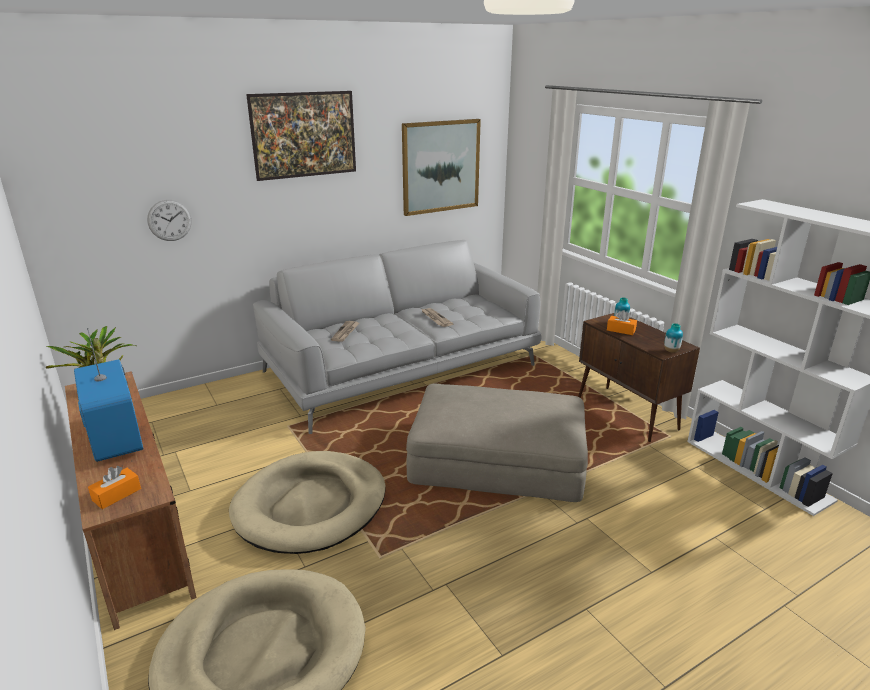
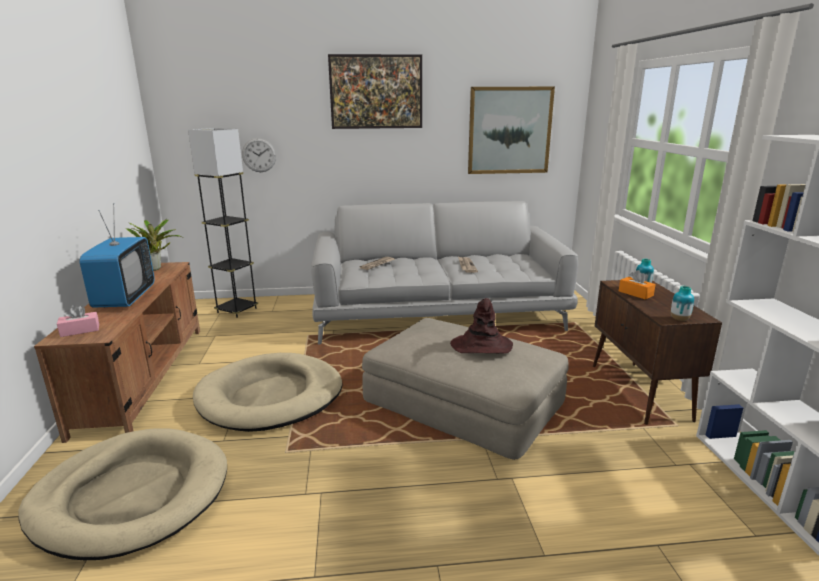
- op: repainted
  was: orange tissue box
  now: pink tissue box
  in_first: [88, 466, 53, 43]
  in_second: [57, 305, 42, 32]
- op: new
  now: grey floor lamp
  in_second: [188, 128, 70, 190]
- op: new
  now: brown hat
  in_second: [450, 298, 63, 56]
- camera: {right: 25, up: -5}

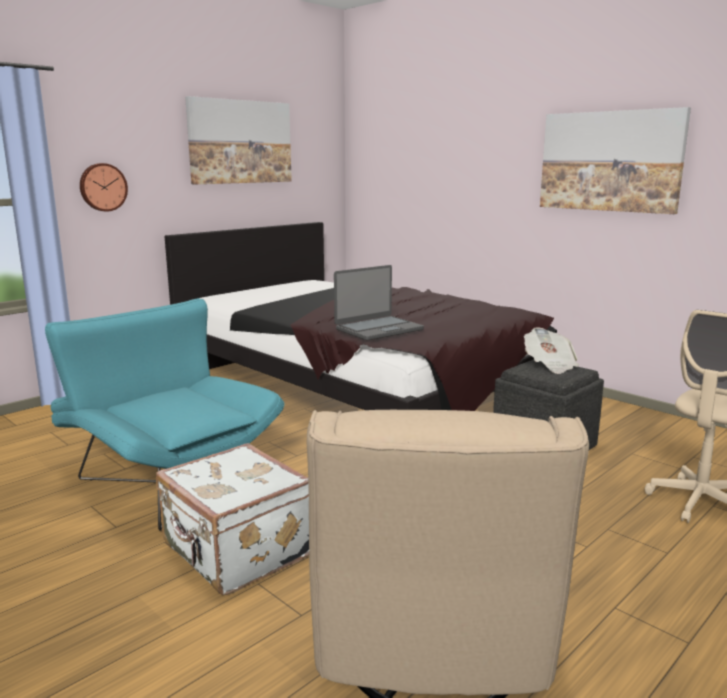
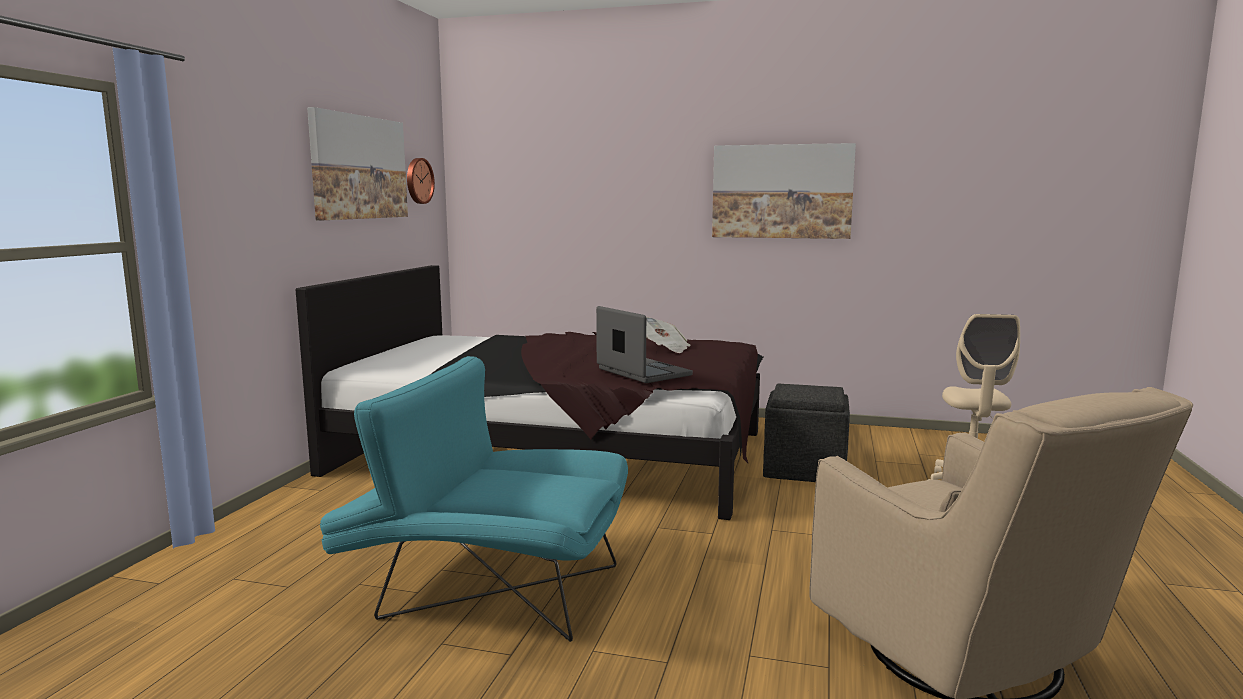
- op: shifted
  was: wall clock
  in_first: [80, 163, 48, 49]
  in_second: [407, 158, 28, 46]
- op: rotated
  was: laptop
  in_first: [334, 265, 90, 75]
  in_second: [596, 306, 97, 77]
  clockwise: -60
- op: shifted
  was: newspaper
  in_first: [524, 327, 55, 47]
  in_second: [646, 317, 44, 36]
- op: gone
  was: white suitcase
  in_first: [156, 443, 153, 152]
- camera: {right: -30, up: -5}

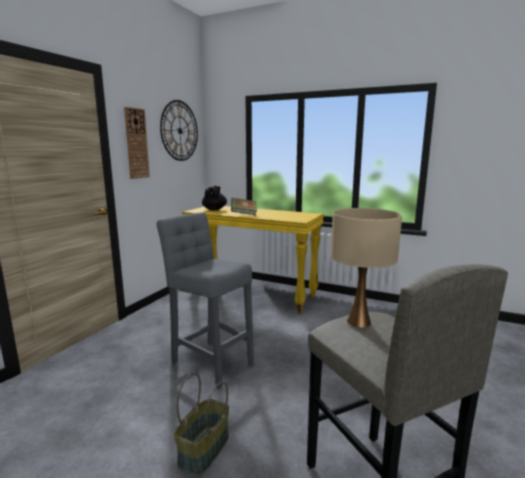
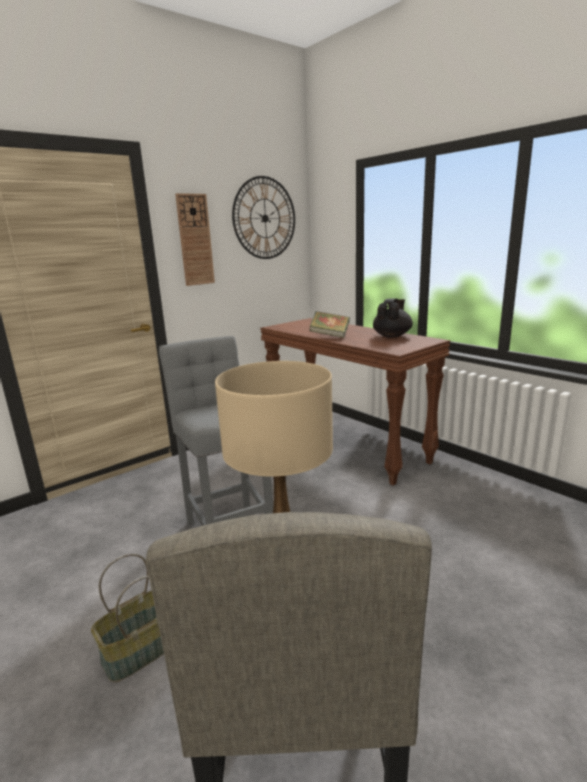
- op: repainted
  was: yellow console table
  now: brown console table
  in_first: [182, 206, 142, 107]
  in_second: [260, 318, 190, 168]
- op: shifted
  was: black teapot
  in_first: [202, 186, 25, 24]
  in_second: [373, 298, 40, 40]
- camera: {right: 25, up: 5}

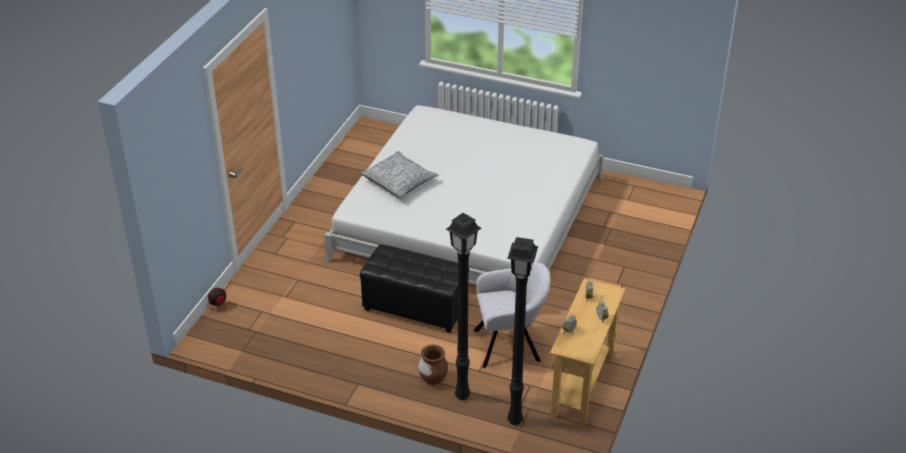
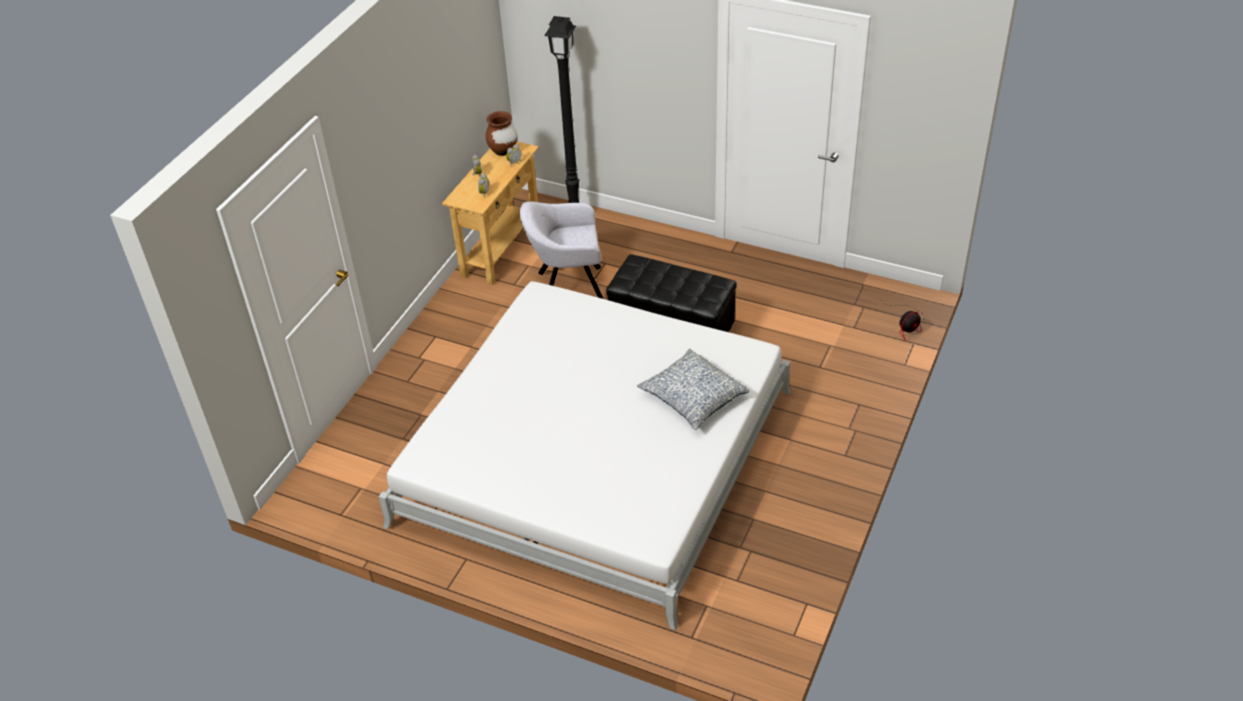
- op: shifted
  was: brown vase
  in_first: [418, 345, 30, 40]
  in_second: [485, 111, 32, 45]
- op: gone
  was: black floor lamp
  in_first: [446, 213, 35, 187]
- camera: {right: -175, up: 5}

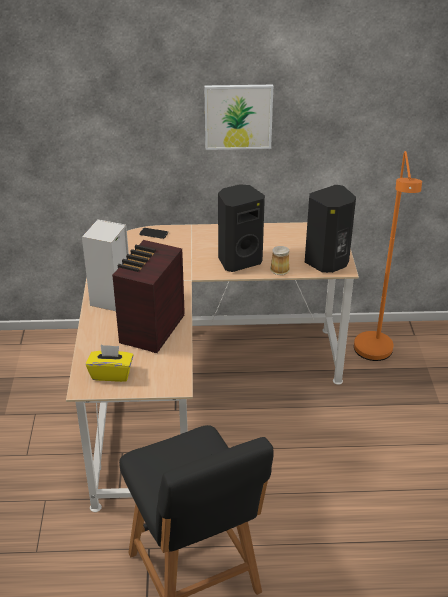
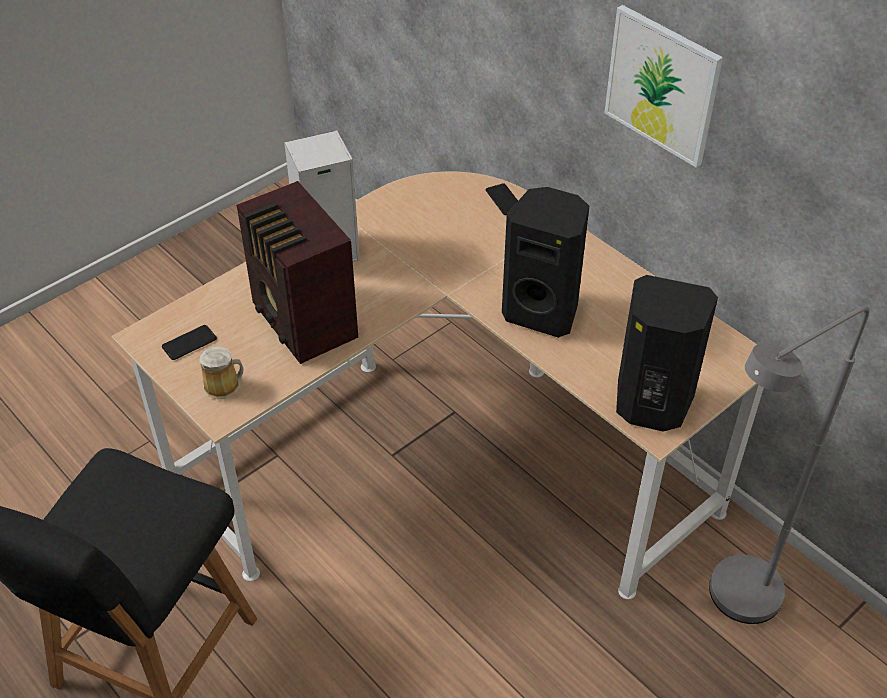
- op: swapped
  was: yellow tissue box
  now: phone
  in_first: [86, 345, 47, 37]
  in_second: [162, 325, 55, 35]
- op: shifted
  was: mug
  in_first: [270, 246, 20, 29]
  in_second: [199, 346, 45, 53]
- op: rotated
  was: radio
  in_first: [112, 240, 73, 113]
  in_second: [236, 181, 122, 183]
  clockwise: -105
- op: repainted
  was: orange floor lamp
  now: grey floor lamp
  in_first: [354, 151, 68, 210]
  in_second: [709, 306, 161, 318]
- camera: {right: 50, up: 10}

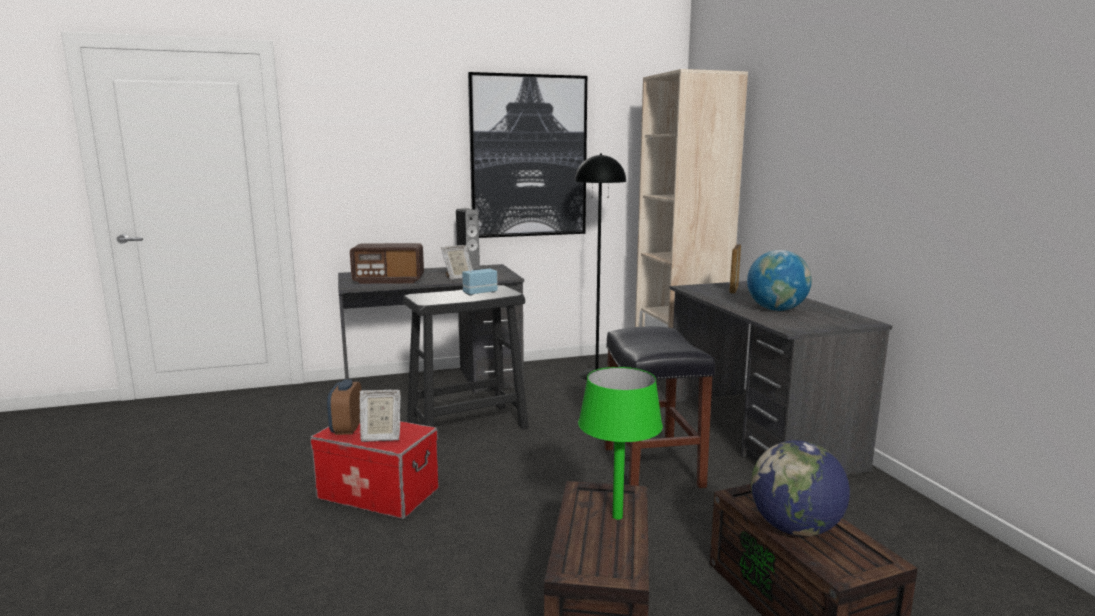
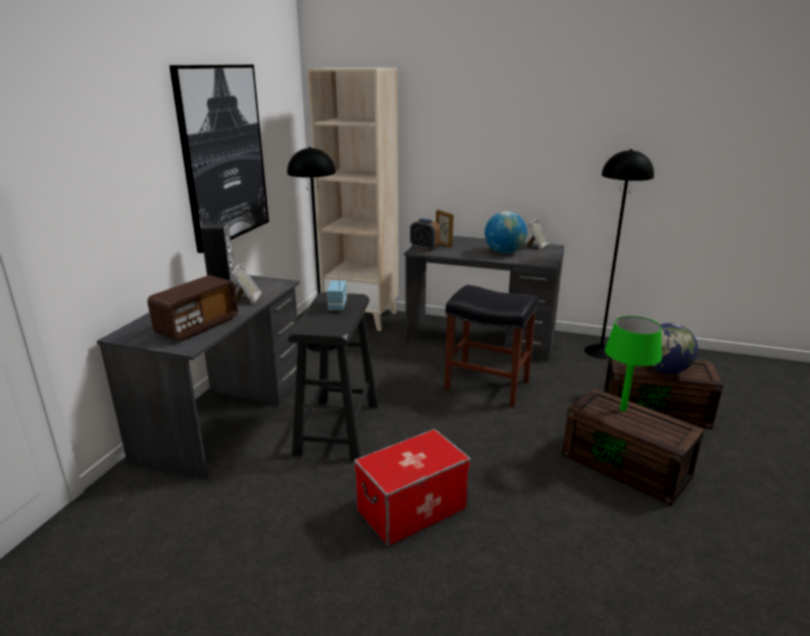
- op: shifted
  was: alarm clock
  in_first: [327, 380, 35, 55]
  in_second: [410, 219, 30, 32]
- op: shifted
  was: picture frame
  in_first: [359, 390, 42, 52]
  in_second: [527, 218, 21, 32]
- op: new
  now: black floor lamp
  in_second: [584, 149, 70, 210]
- camera: {right: -55, up: 10}

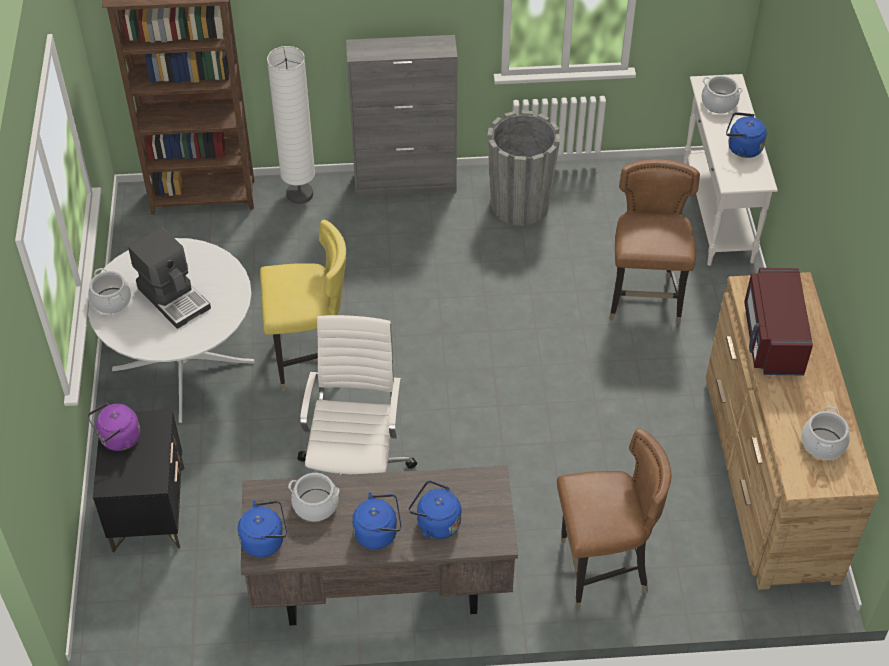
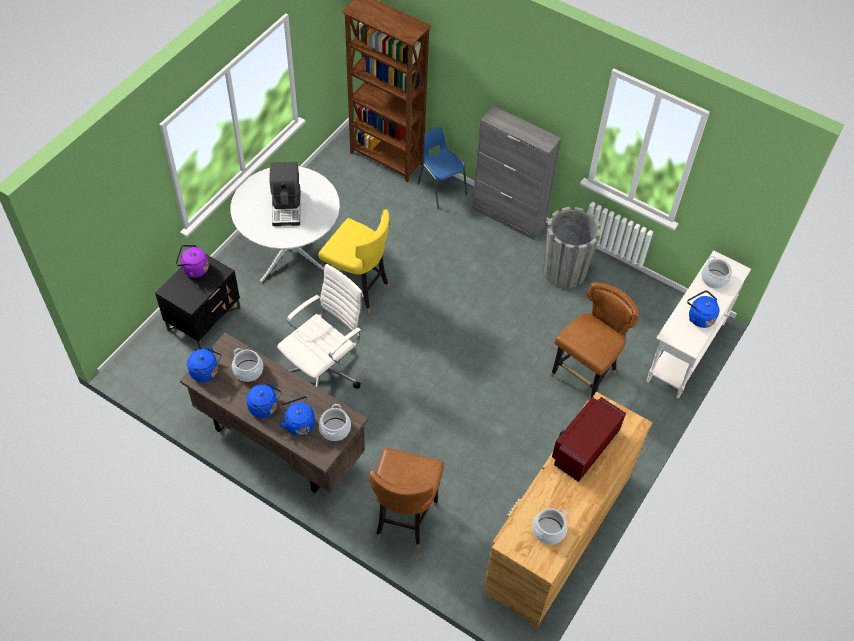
- op: shifted
  was: cooking pot
  in_first: [88, 268, 43, 46]
  in_second: [319, 404, 32, 37]
- op: rotated
  was: brown chair
  in_first: [557, 428, 115, 182]
  in_second: [369, 448, 75, 102]
  clockwise: 75
- op: swapped
  was: white floor lamp
  now: blue chair
  in_first: [267, 46, 48, 158]
  in_second: [417, 127, 51, 82]
- camera: {right: 35, up: 5}

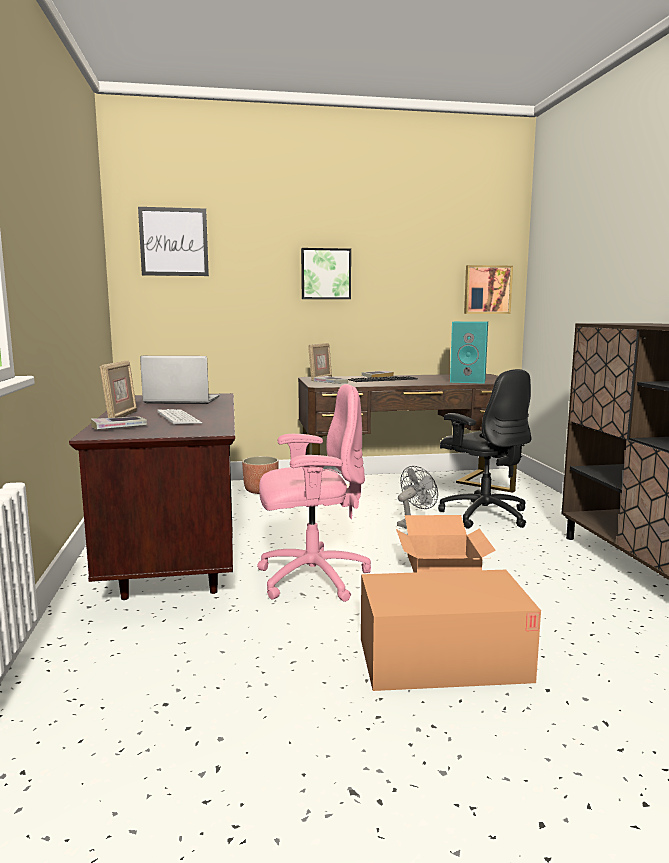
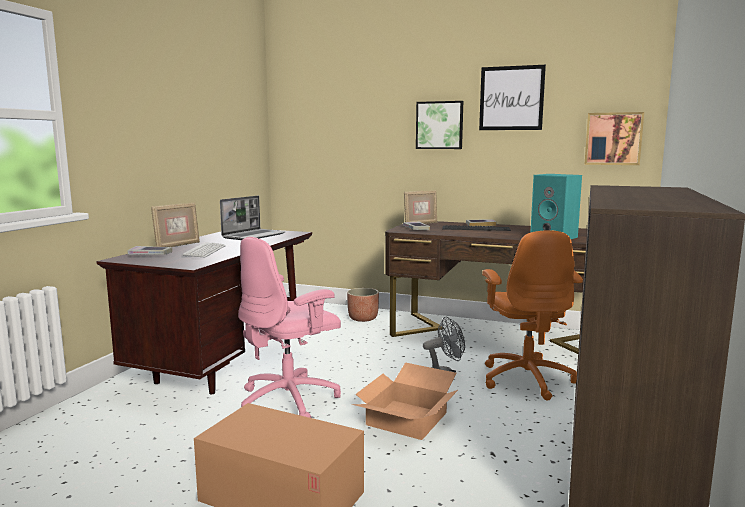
- op: rotated
  was: laptop
  in_first: [140, 356, 80, 48]
  in_second: [220, 196, 65, 44]
  clockwise: 90
- op: rotated
  was: pink office chair
  in_first: [257, 384, 114, 218]
  in_second: [238, 237, 103, 181]
  clockwise: 120
- op: shifted
  was: picture
  in_first: [138, 207, 71, 69]
  in_second: [479, 65, 67, 65]
- op: repainted
  was: black office chair
  now: orange office chair
  in_first: [438, 369, 93, 160]
  in_second: [482, 230, 101, 171]
- camera: {right: 30, up: 0}

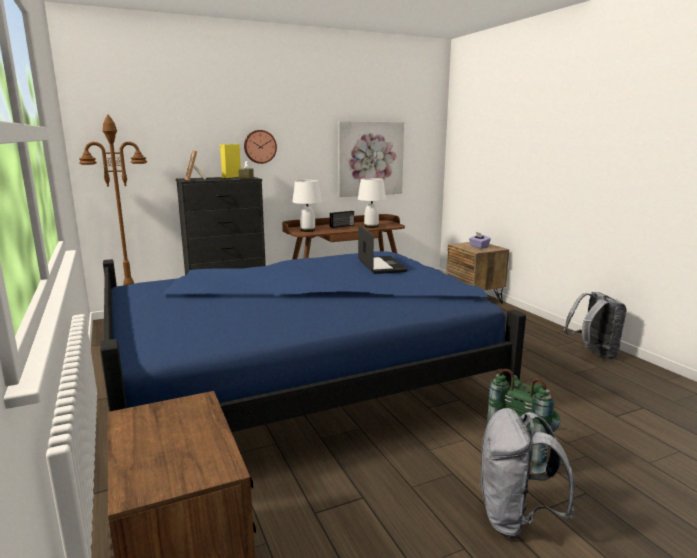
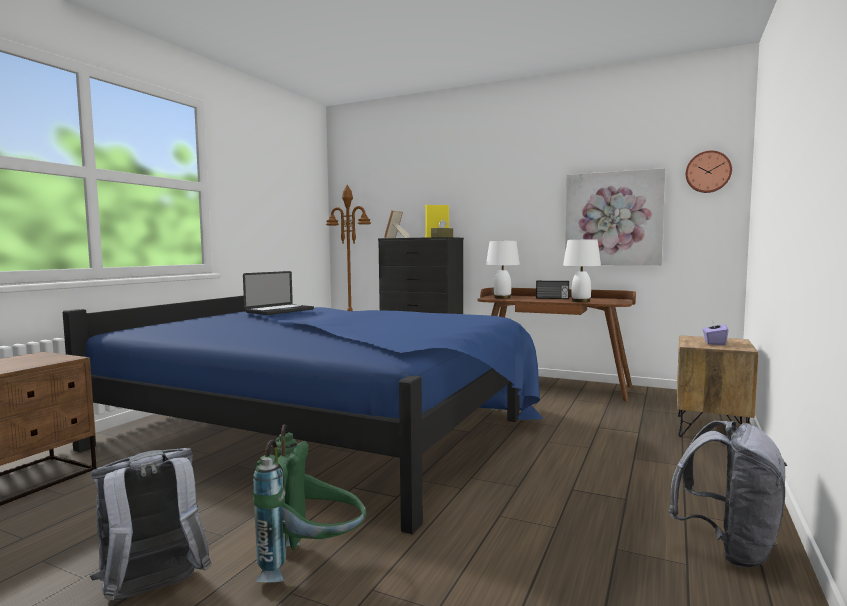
- op: shifted
  was: laptop
  in_first: [358, 225, 50, 49]
  in_second: [243, 271, 71, 44]
- op: shifted
  was: wall clock
  in_first: [244, 130, 33, 34]
  in_second: [686, 150, 46, 43]
- camera: {right: 50, up: -10}

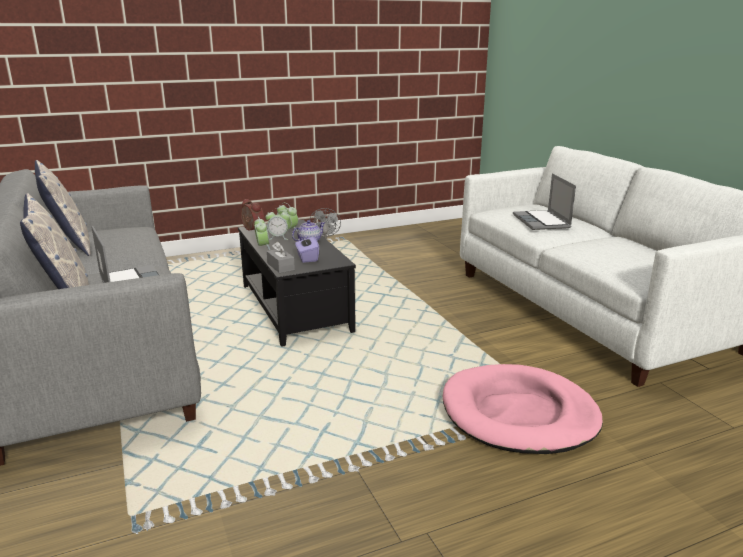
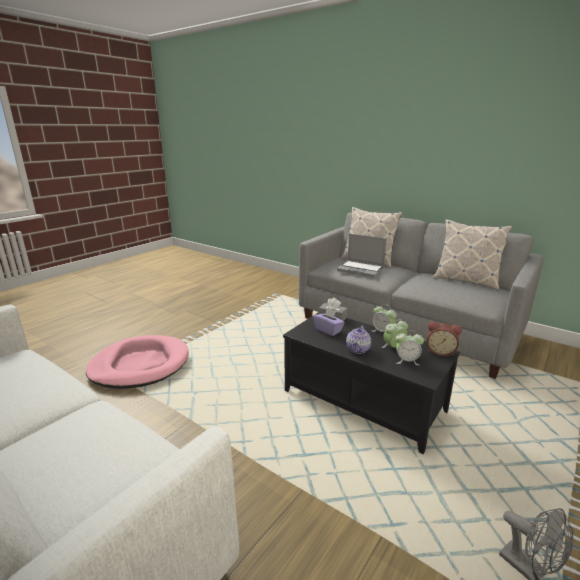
- op: gone
  was: laptop
  in_first: [513, 173, 63, 57]
- camera: {right: 150, up: 0}

